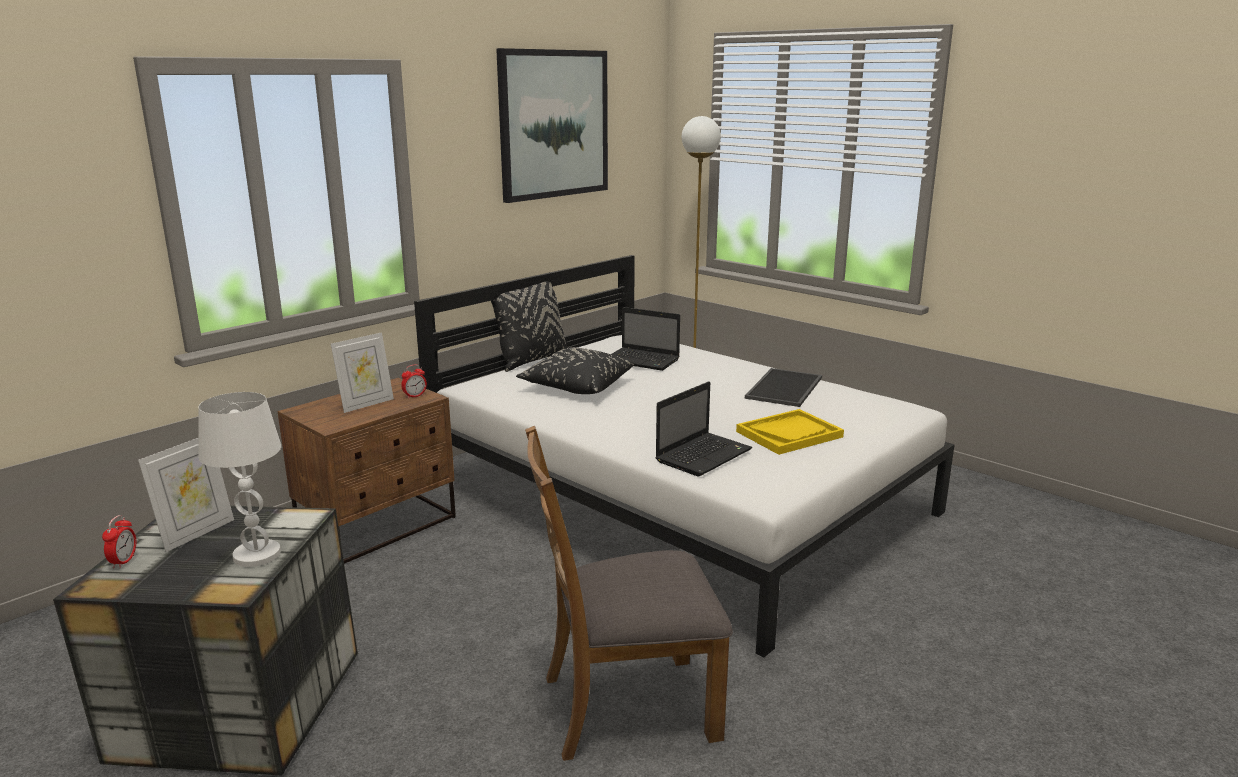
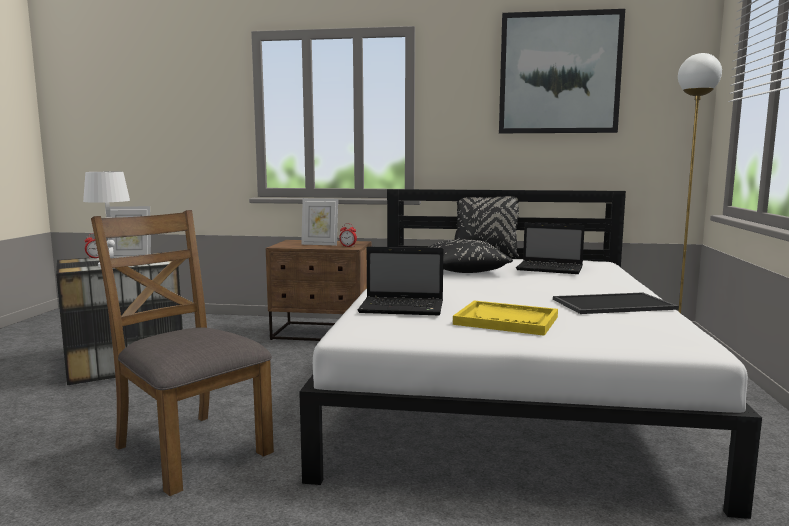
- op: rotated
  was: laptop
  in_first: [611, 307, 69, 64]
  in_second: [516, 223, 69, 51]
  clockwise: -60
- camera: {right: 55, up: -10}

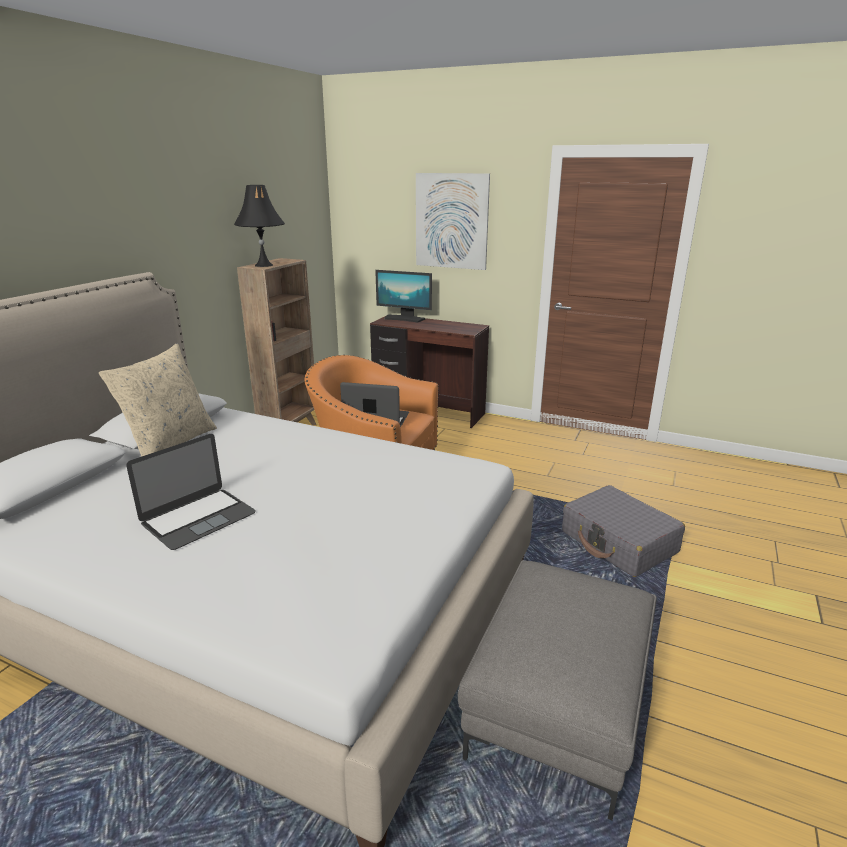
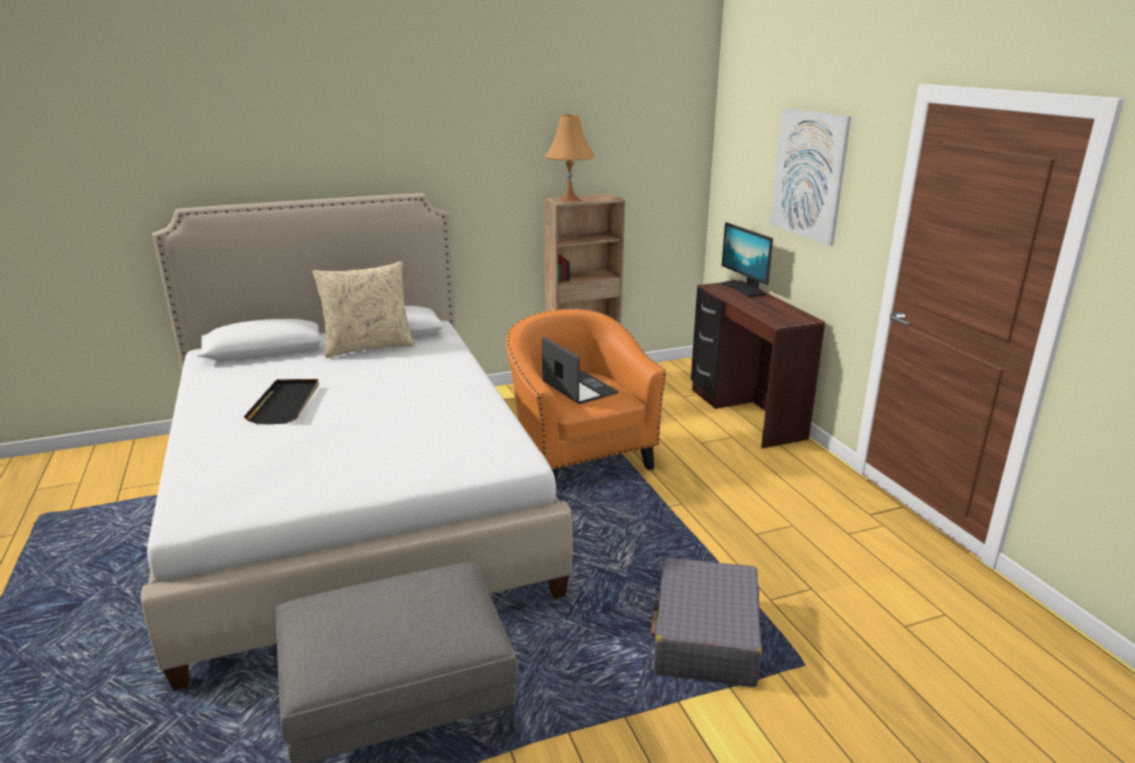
- op: swapped
  was: laptop
  now: black tray
  in_first: [126, 434, 130, 116]
  in_second: [244, 379, 75, 45]
- op: repainted
  was: black table lamp
  now: orange table lamp
  in_first: [234, 185, 51, 82]
  in_second: [545, 114, 49, 88]
- camera: {right: 45, up: 0}

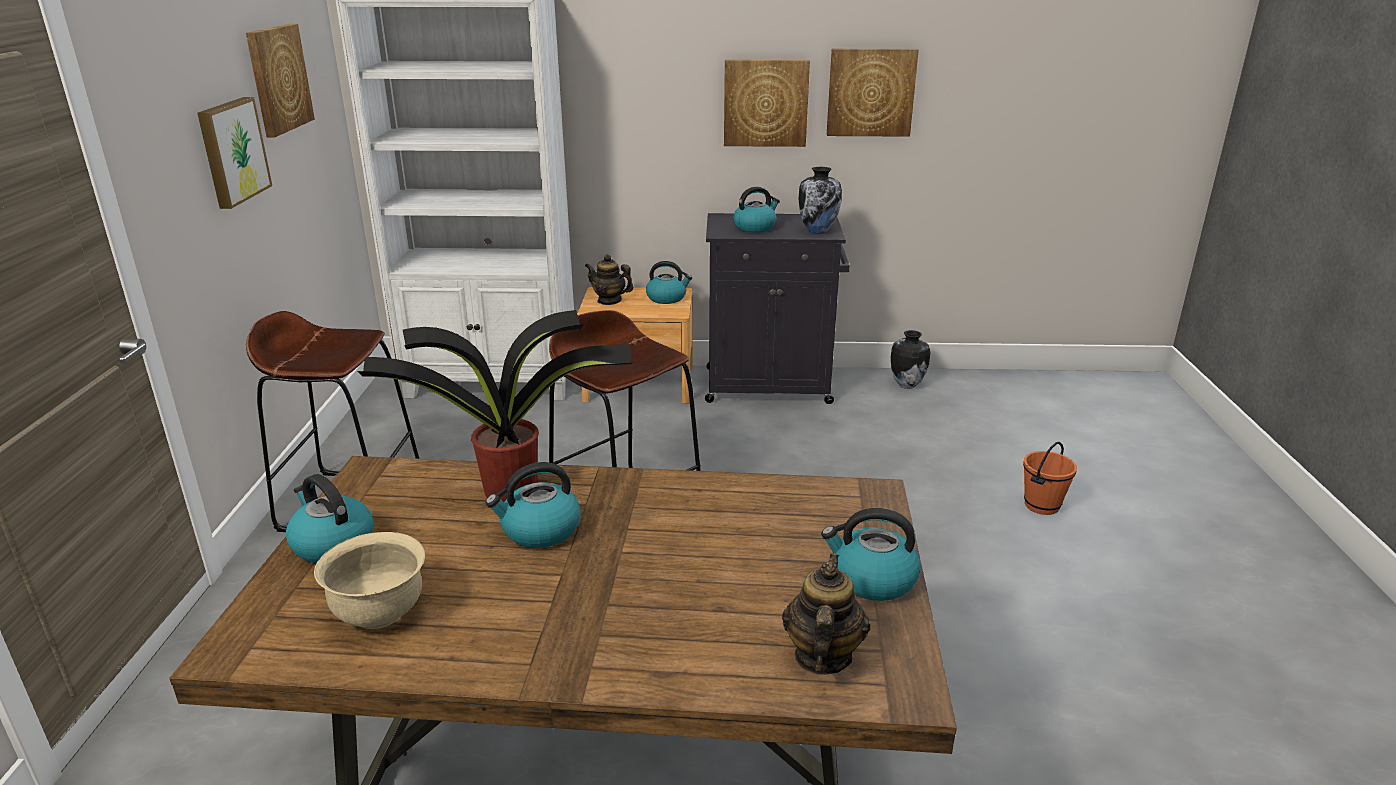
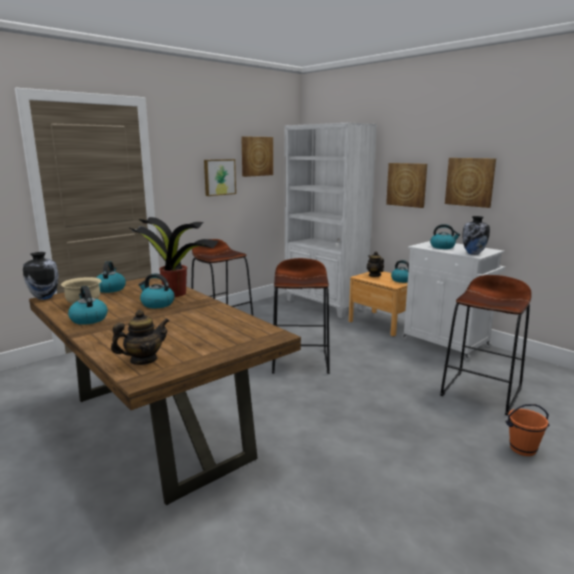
- op: shifted
  was: vase
  in_first: [891, 330, 39, 59]
  in_second: [23, 252, 35, 48]
- op: shifted
  was: kettle
  in_first: [821, 508, 100, 93]
  in_second: [68, 286, 40, 39]
- op: shifted
  was: picture
  in_first: [827, 49, 92, 88]
  in_second: [386, 163, 41, 45]
- op: repainted
  was: black cabinet
  now: white cabinet
  in_first: [705, 213, 145, 191]
  in_second: [402, 241, 103, 119]
- op: new
  now: brown stool
  in_second: [440, 275, 92, 140]
- camera: {right: 45, up: -10}

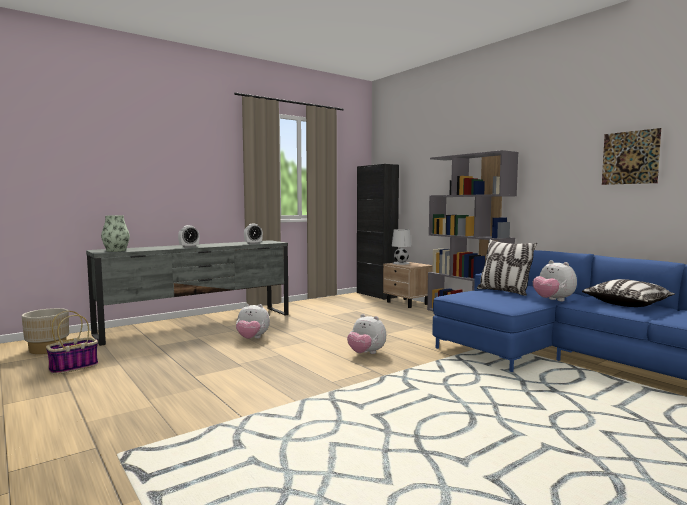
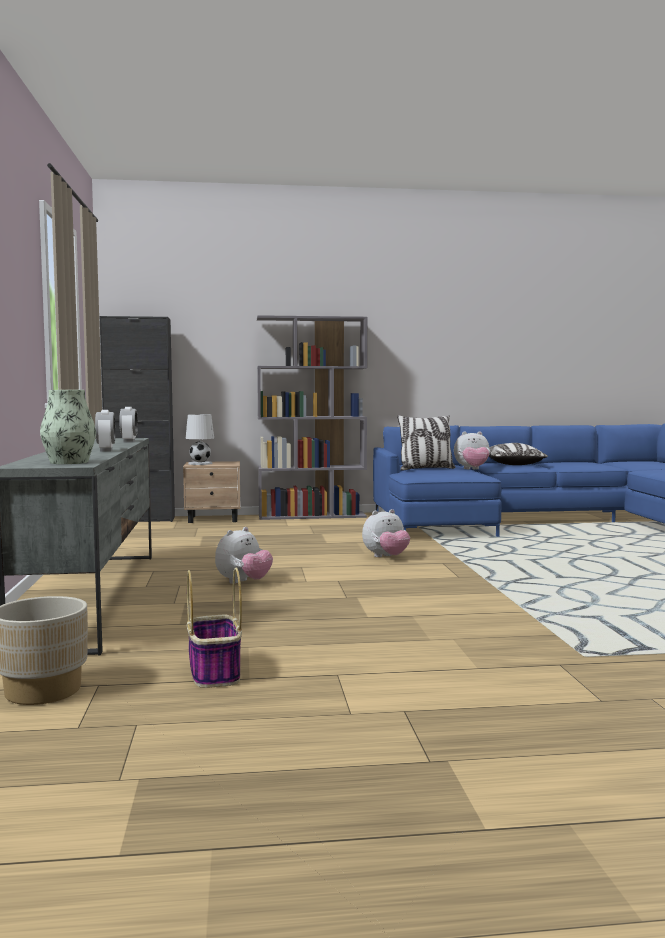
- op: gone
  was: picture
  in_first: [602, 128, 59, 57]
- camera: {right: -60, up: 0}

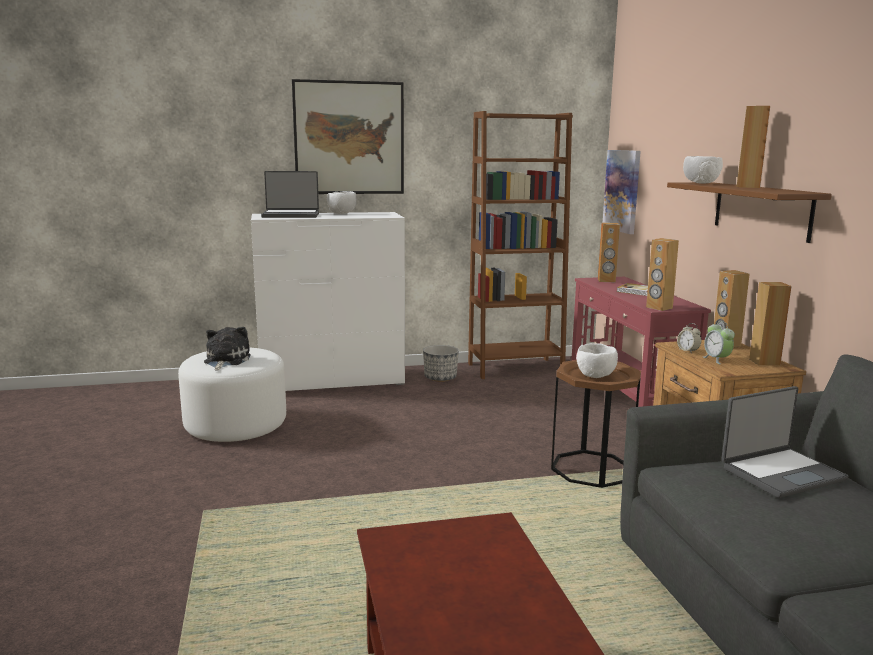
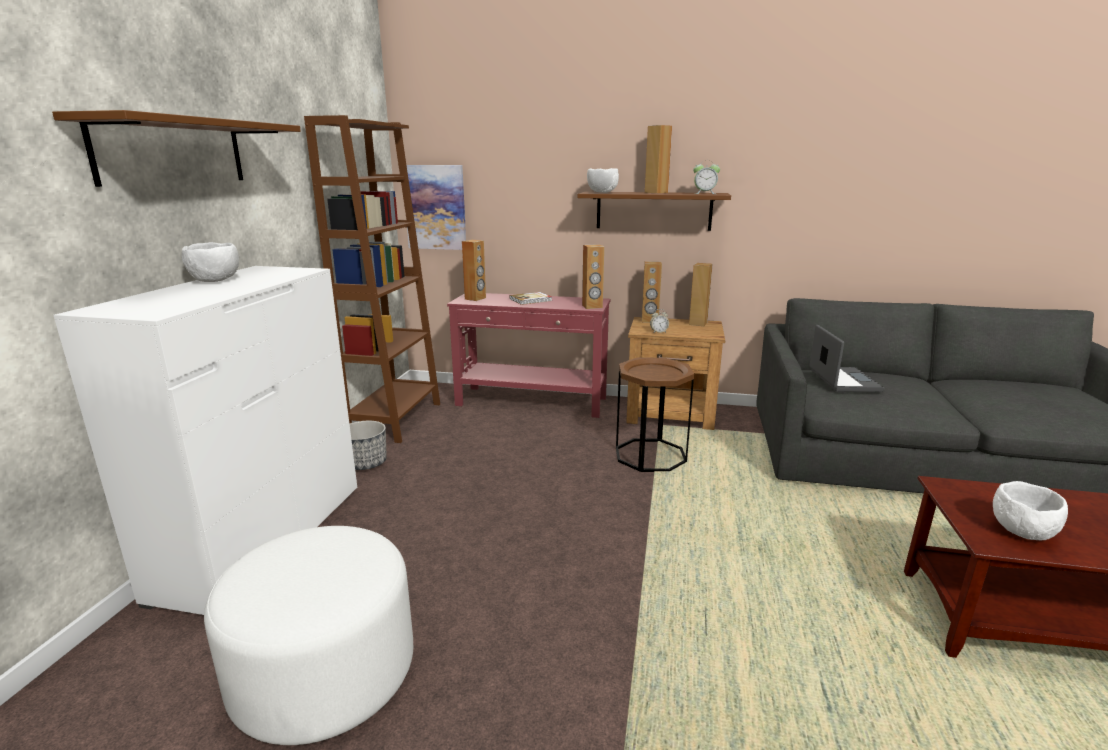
- op: swapped
  was: picture
  now: brown shelf
  in_first: [292, 79, 112, 115]
  in_second: [52, 110, 249, 77]
- op: shifted
  was: alarm clock
  in_first: [702, 321, 33, 43]
  in_second: [693, 160, 27, 34]
- op: shifted
  was: white bowl
  in_first: [576, 343, 42, 35]
  in_second: [993, 481, 75, 59]
- op: gone
  was: plush toy
  in_first: [204, 327, 47, 44]
- op: gone
  was: laptop
  in_first: [261, 171, 58, 47]
- camera: {right: -65, up: 5}

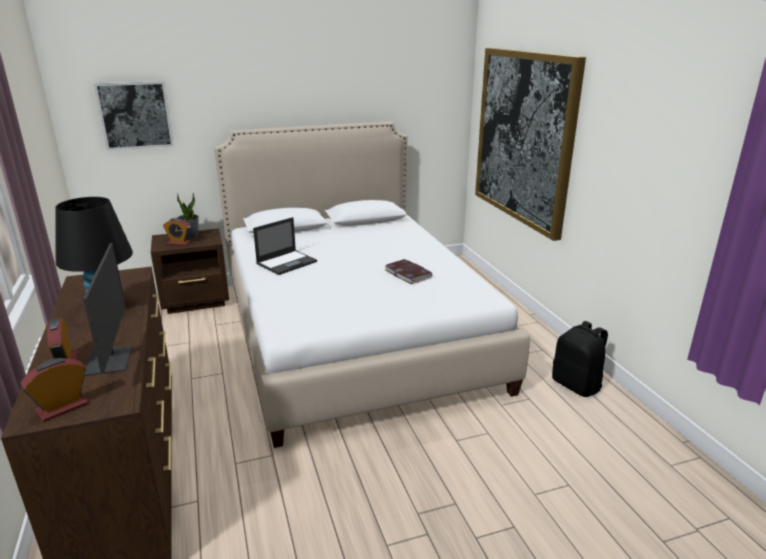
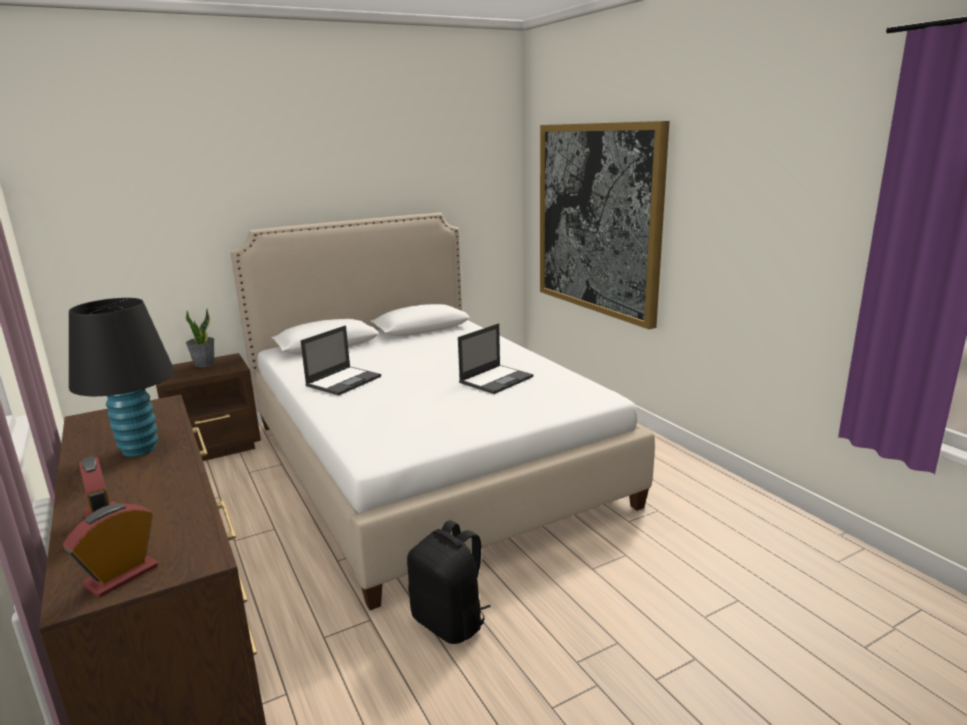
- op: shifted
  was: black backpack
  in_first: [552, 321, 56, 76]
  in_second: [407, 520, 84, 124]
- op: swapped
  was: book
  now: laptop
  in_first: [384, 259, 48, 25]
  in_second: [458, 323, 75, 71]
- op: gone
  was: monitor
  in_first: [83, 243, 49, 133]
- op: gone
  was: picture
  in_first: [94, 81, 80, 69]
- op: gone
  was: alarm clock
  in_first: [163, 218, 28, 28]
- camera: {right: -10, up: -5}

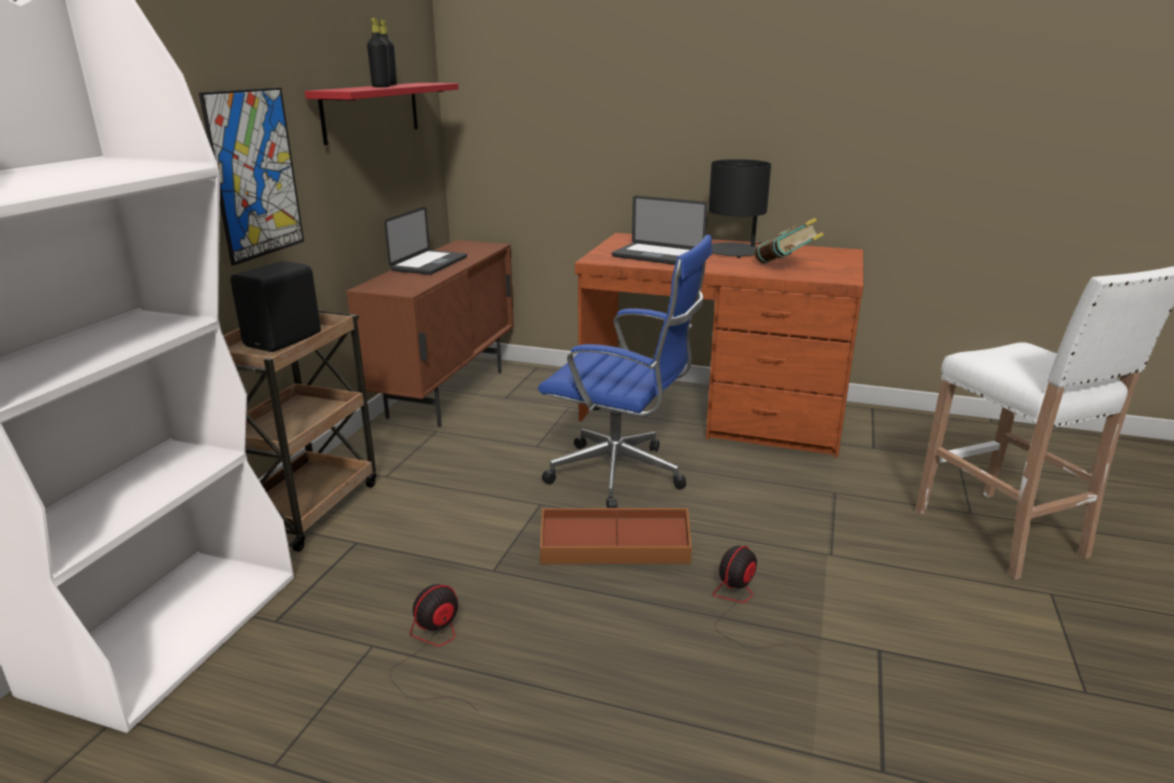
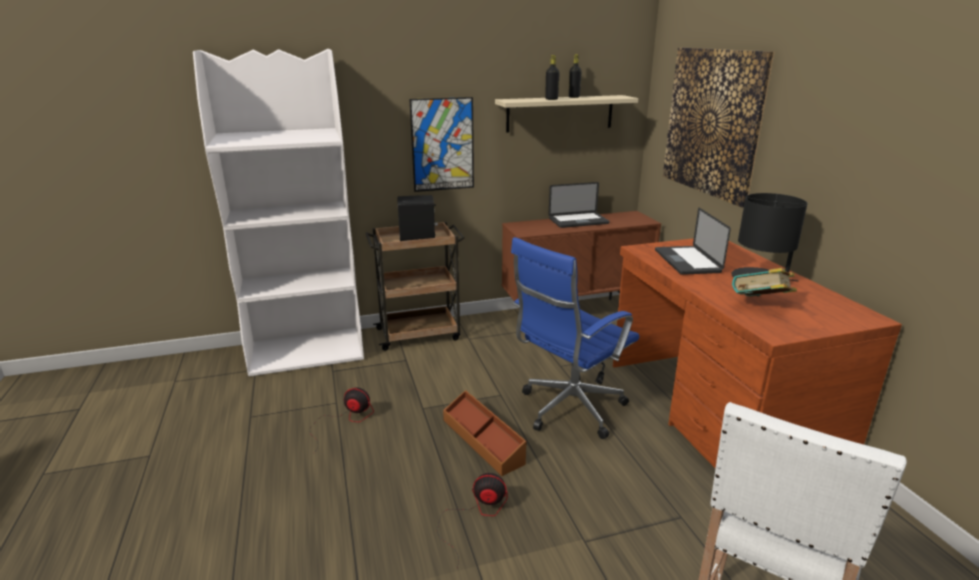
- op: repainted
  was: red shelf
  now: beige shelf
  in_first: [305, 83, 154, 62]
  in_second: [495, 95, 143, 38]
- op: rotated
  was: blue office chair
  in_first: [538, 235, 174, 273]
  in_second: [511, 237, 128, 202]
  clockwise: 60
- op: new
  now: picture
  in_second: [663, 48, 112, 160]
- camera: {right: 55, up: 0}

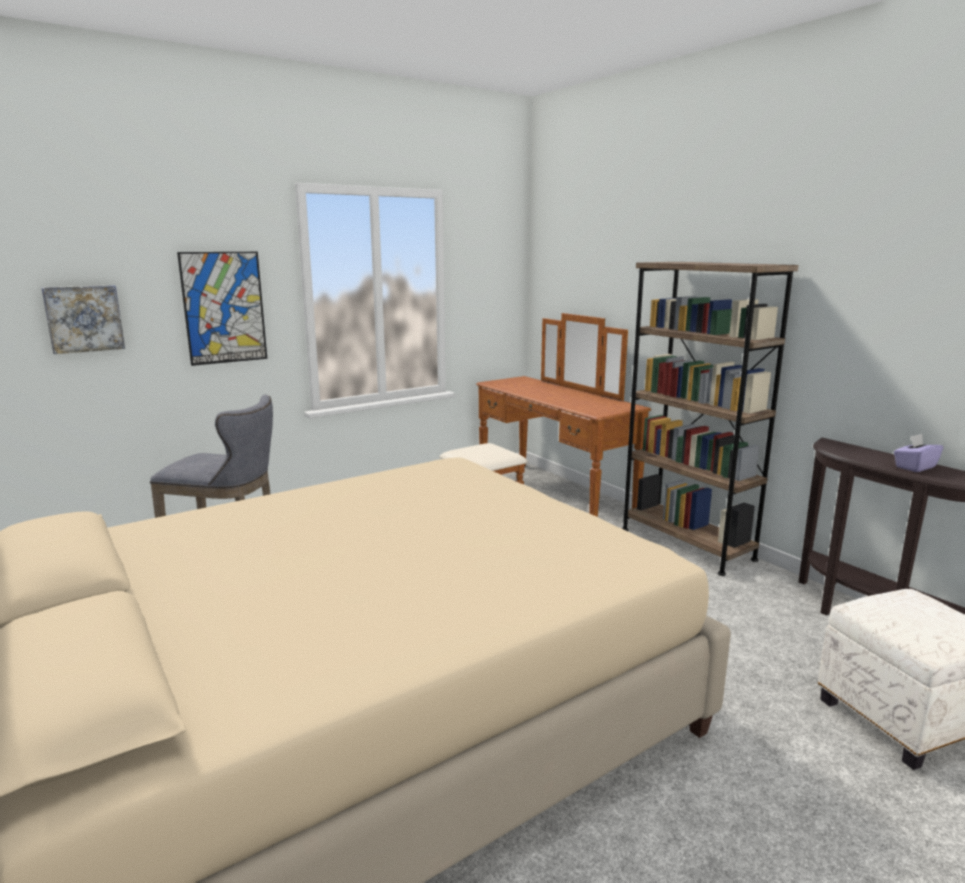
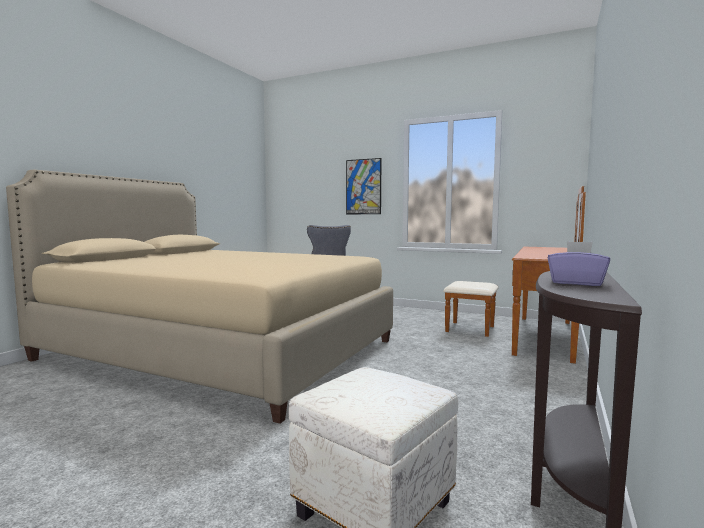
- op: gone
  was: picture
  in_first: [41, 285, 84, 69]
- op: gone
  was: brown bookcase
  in_first: [622, 262, 176, 314]
- camera: {right: 60, up: -10}

